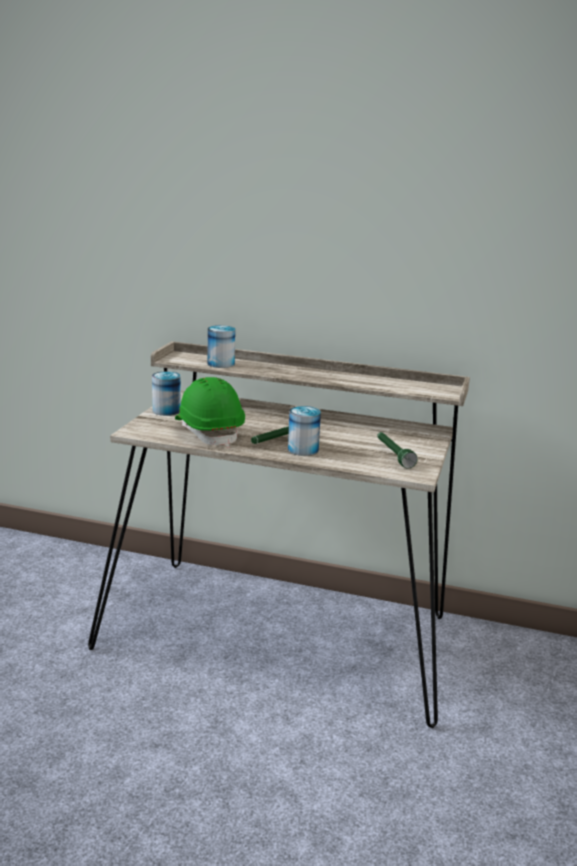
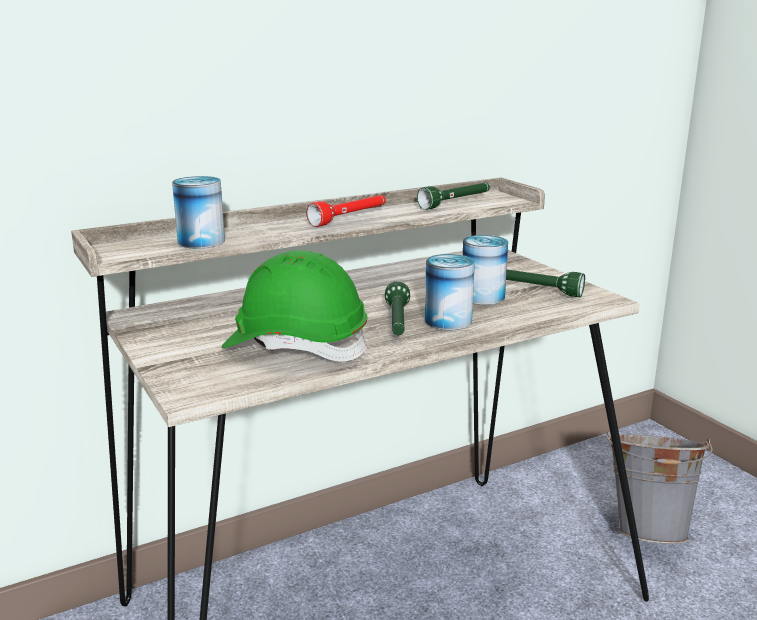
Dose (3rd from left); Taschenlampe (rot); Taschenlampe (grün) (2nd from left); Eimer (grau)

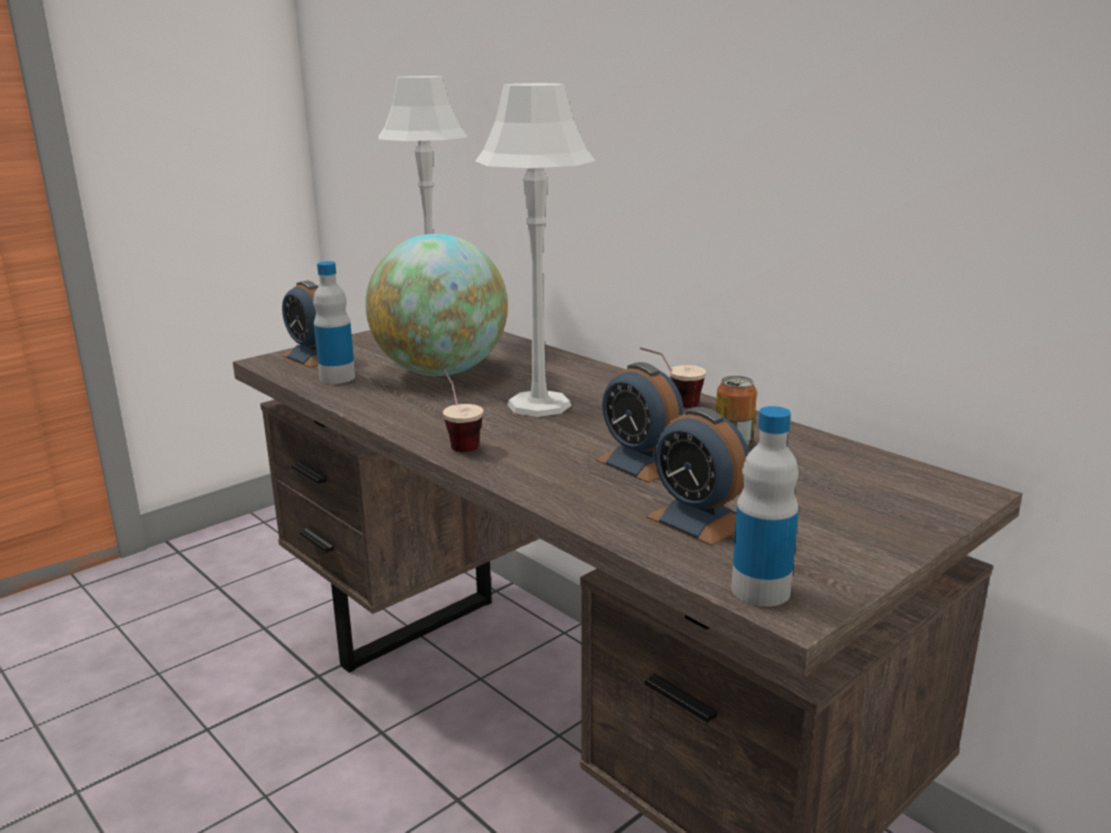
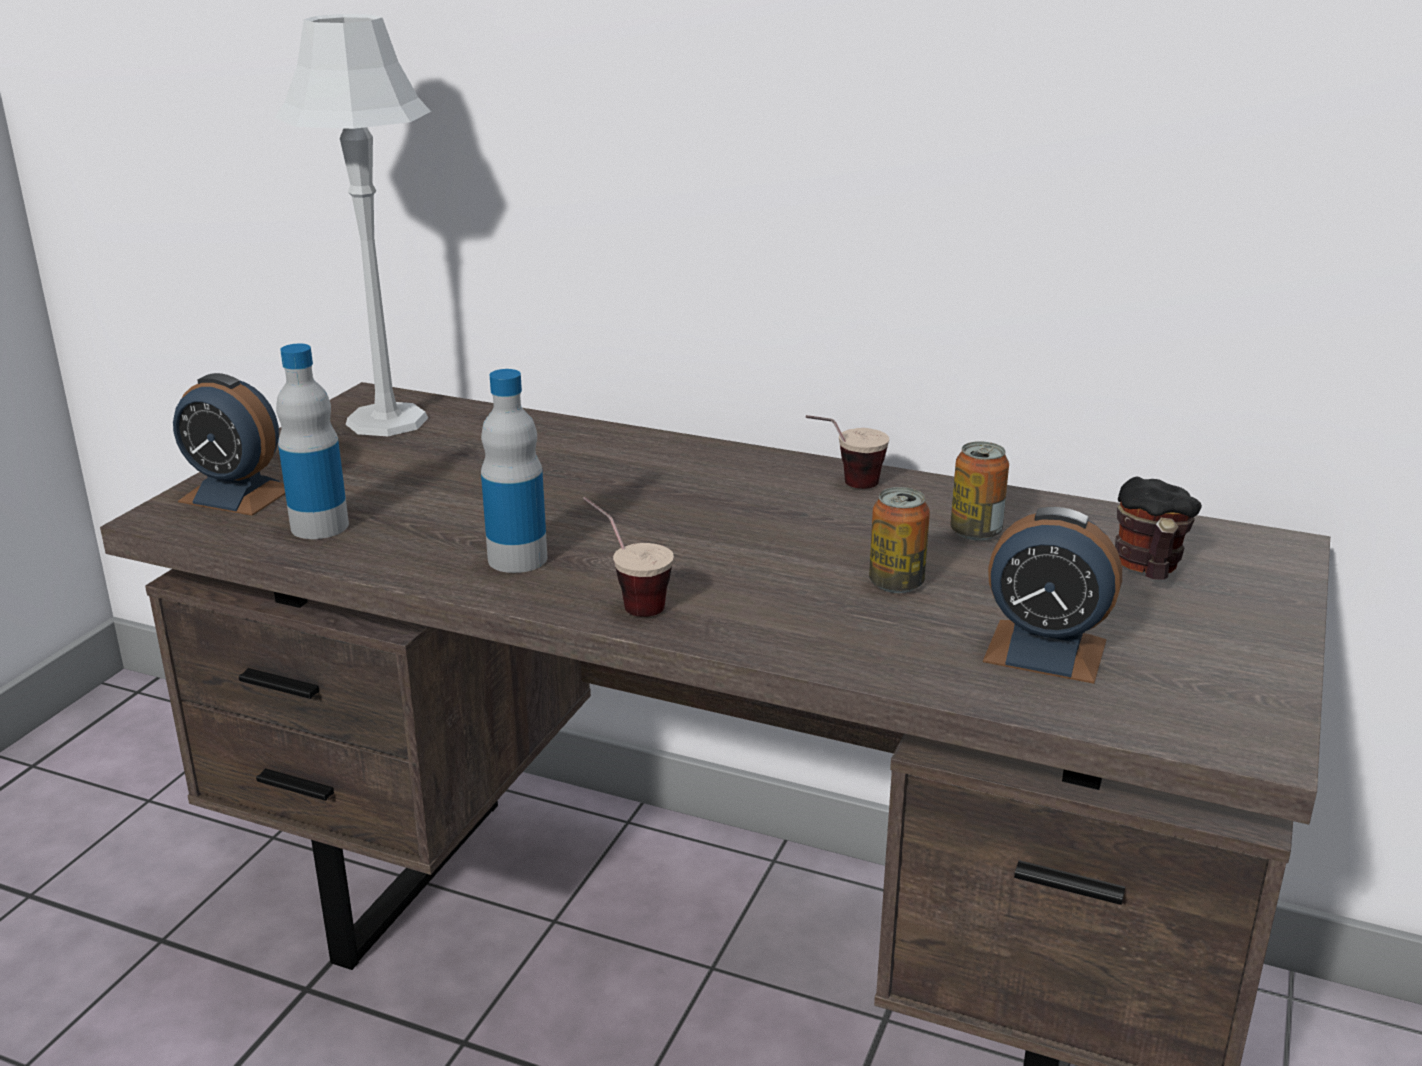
Globus; Tischlampe (grau) (2nd from left in the first image); Dose (1st from left); Flasche (2nd from left); Henkelbecher

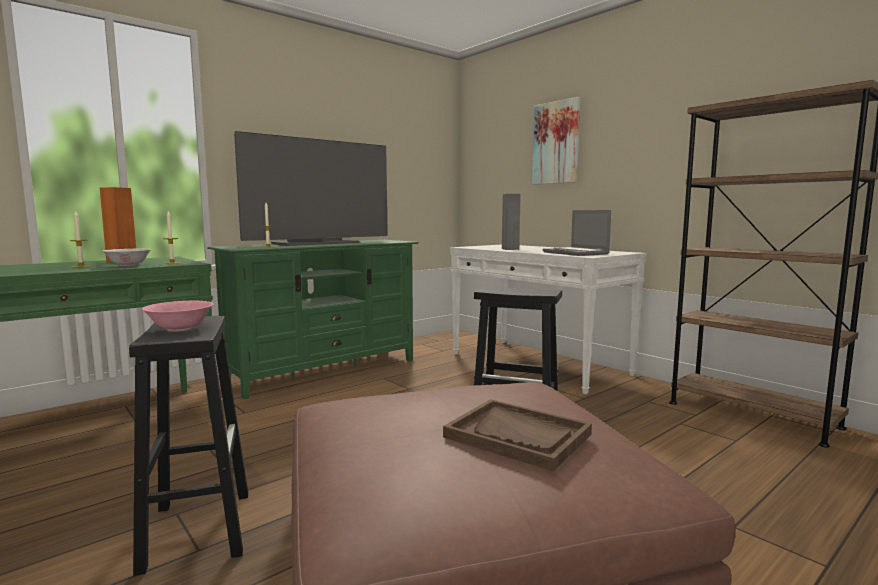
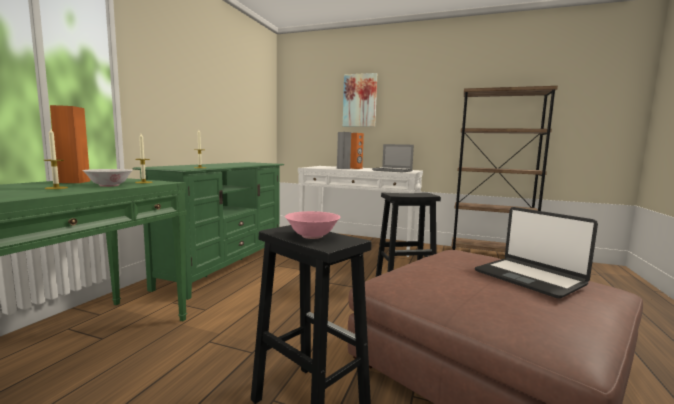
Fernseher; Laptop (2nd from left); Lautsprecher (orange) (2nd from left)

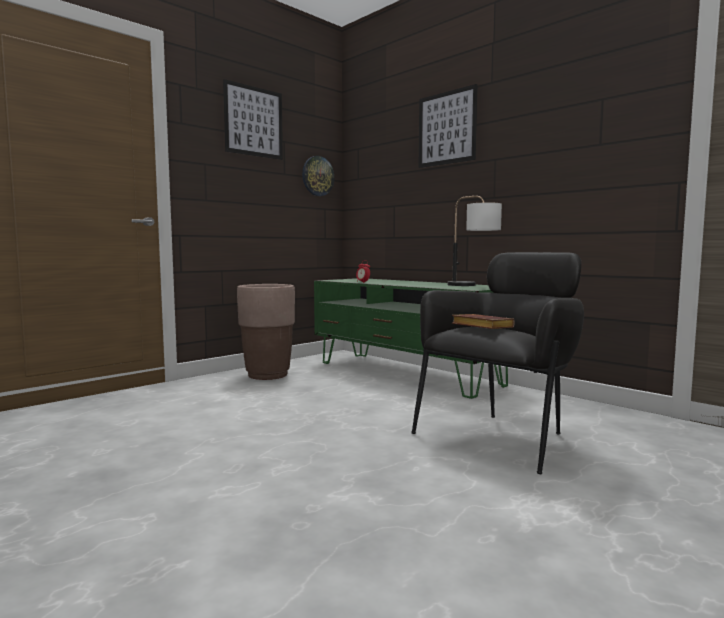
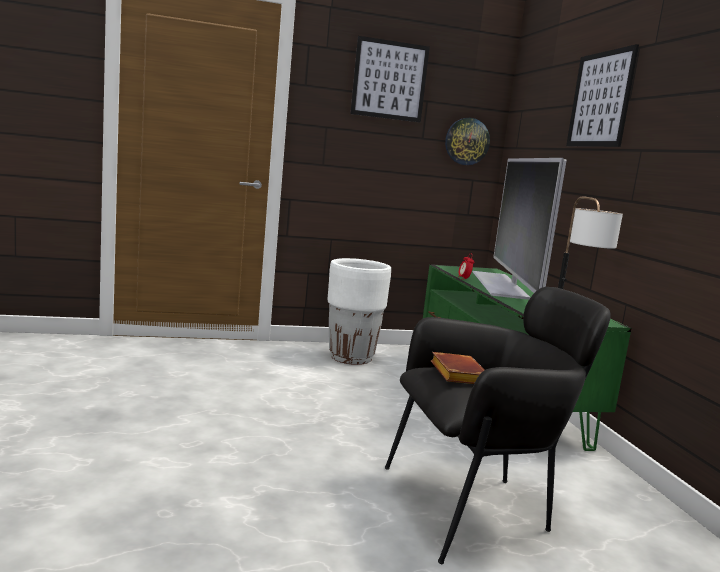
Pflanzkübel (weiß); Fernseher

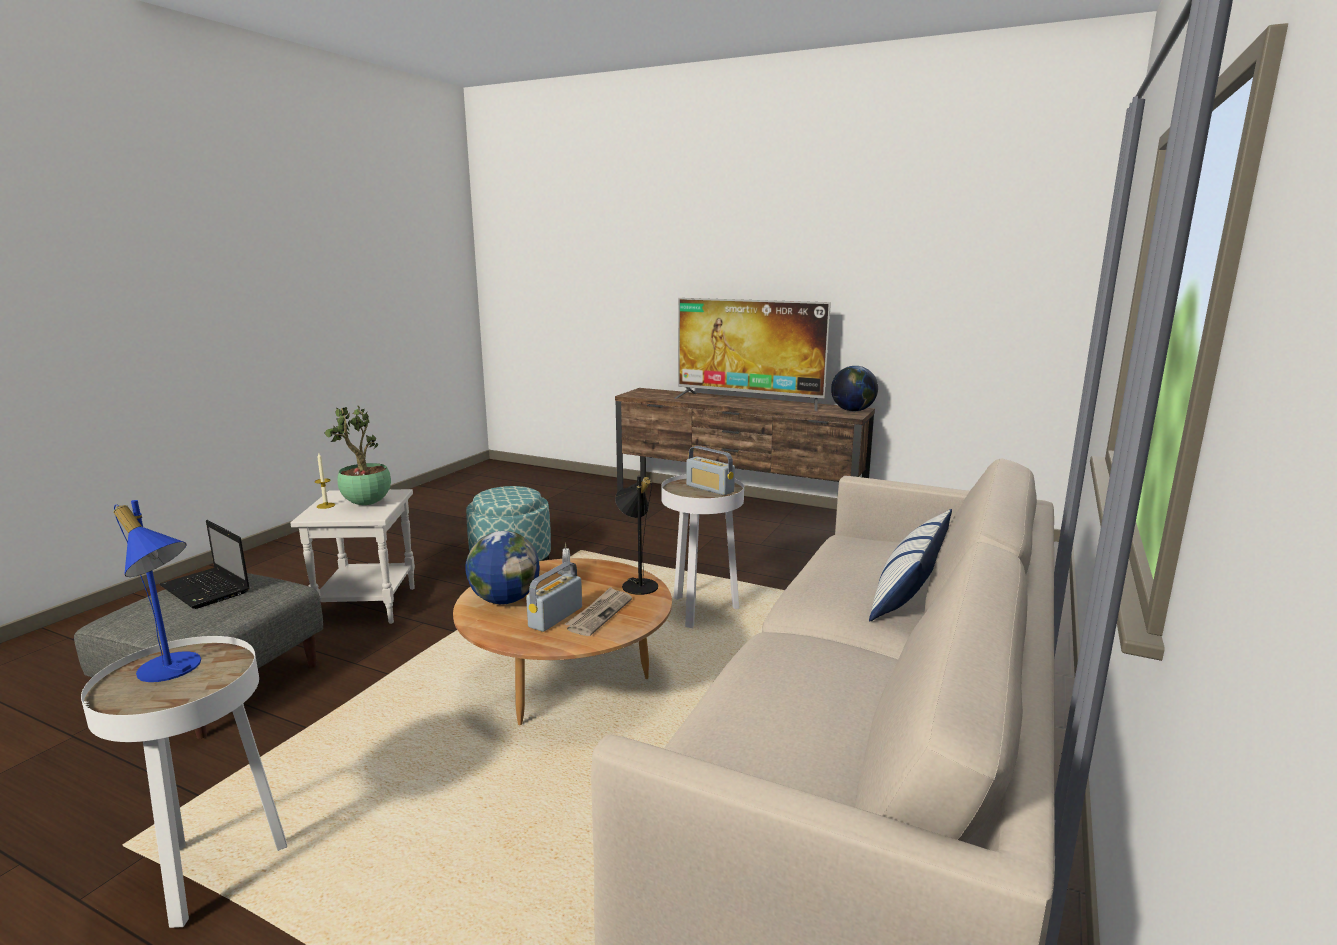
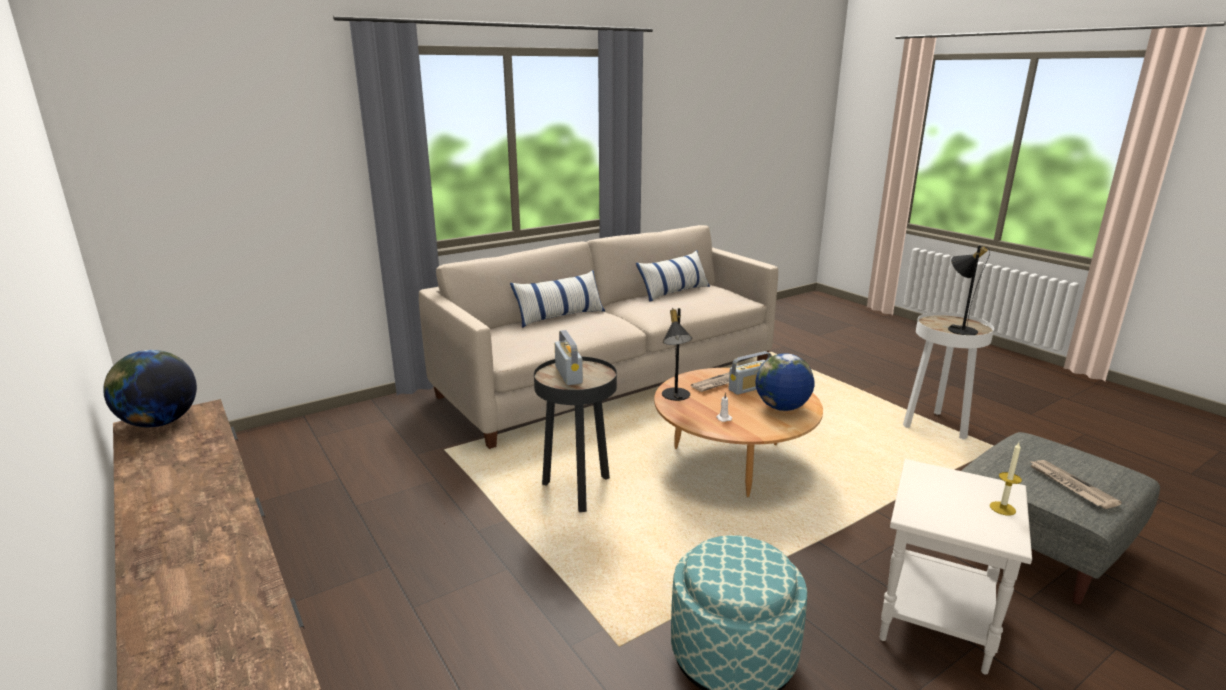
Tischlampe (schwarz) (2nd from left); Zeitung (2nd from left); Topfpflanze; Beistelltisch (schwarz); Fernseher; Kissen (2nd from left)

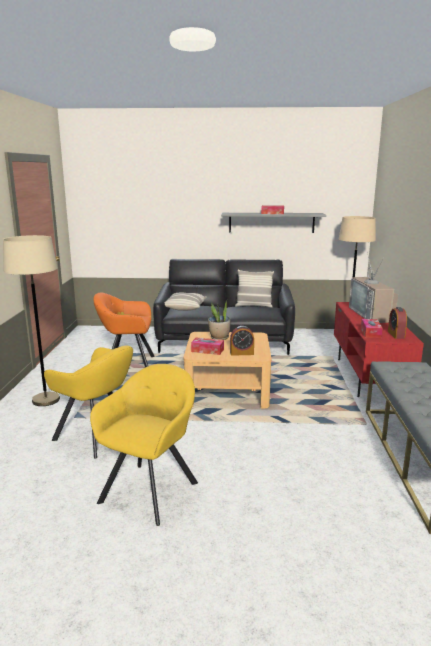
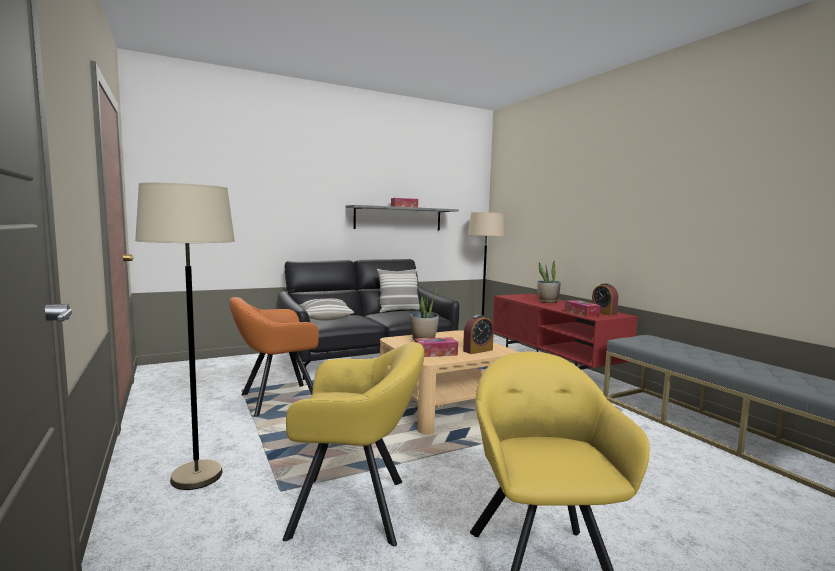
Topfpflanze (2nd from left)

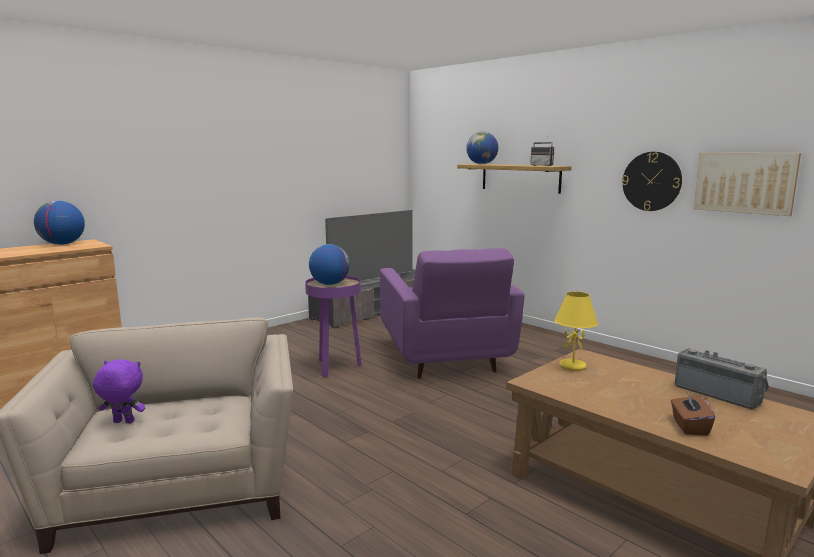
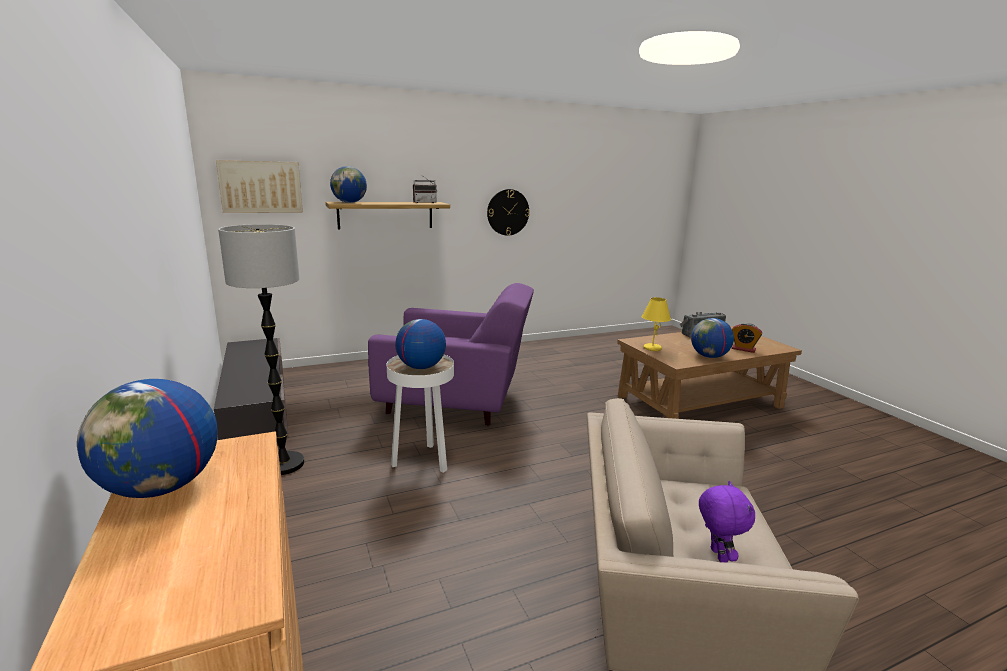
Plüschtier (lila); Beistelltisch (weiß); Fernseher; Wecker; Bild; Stehlampe; Globus (4th from left)

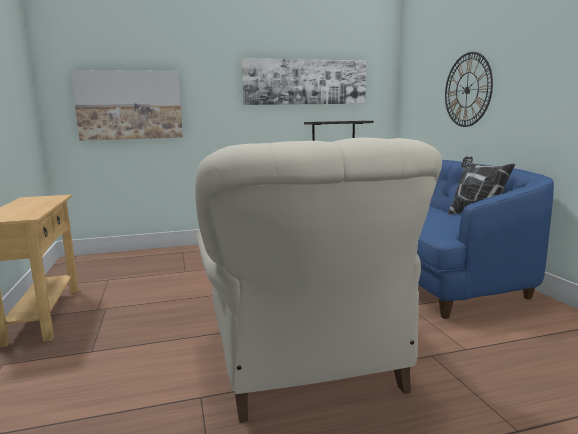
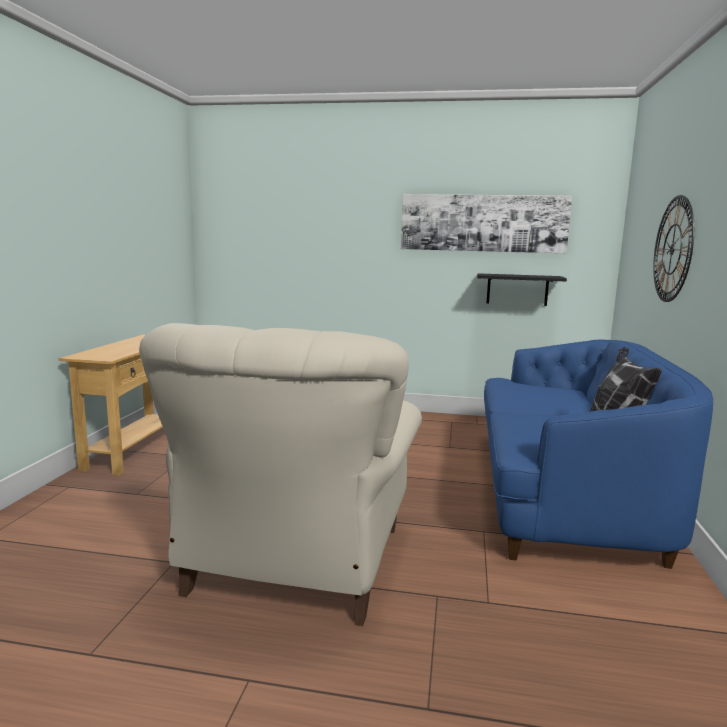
Bild (1st from left in the first image)

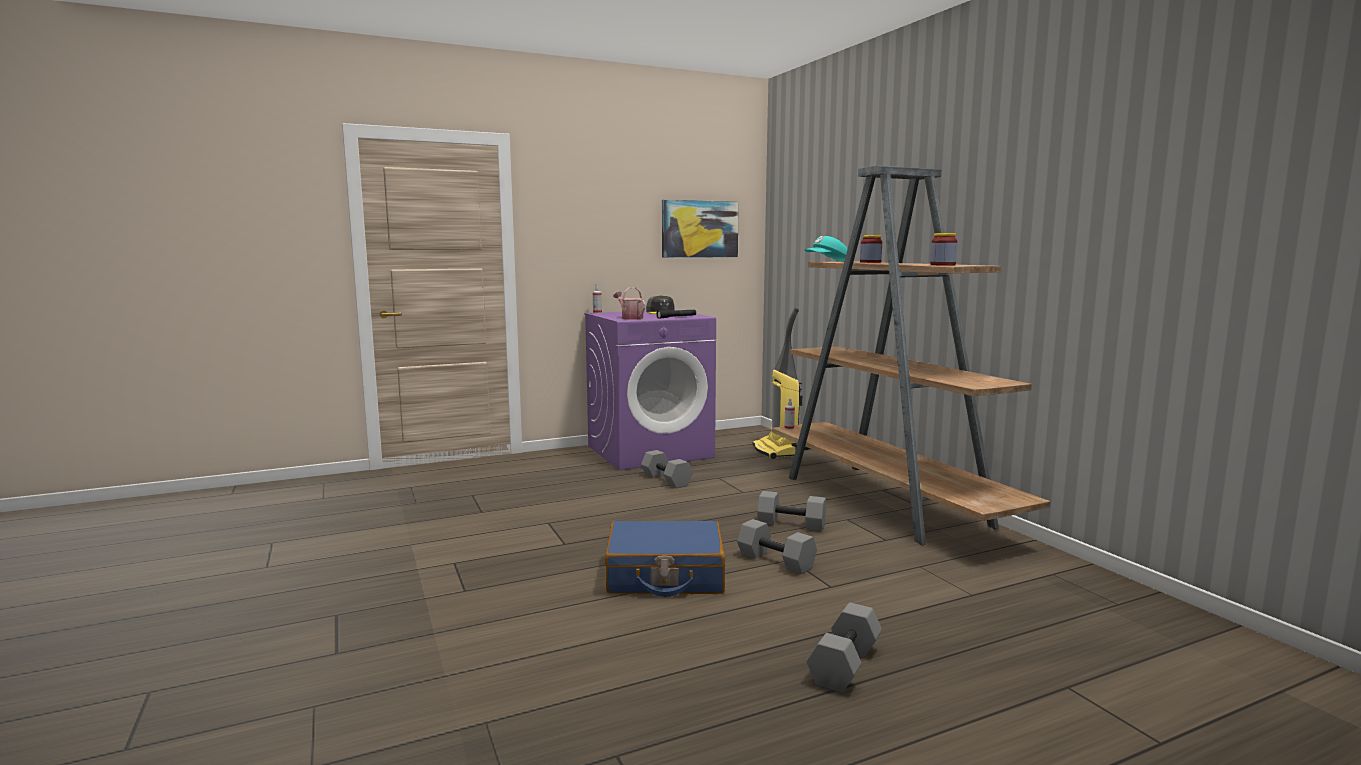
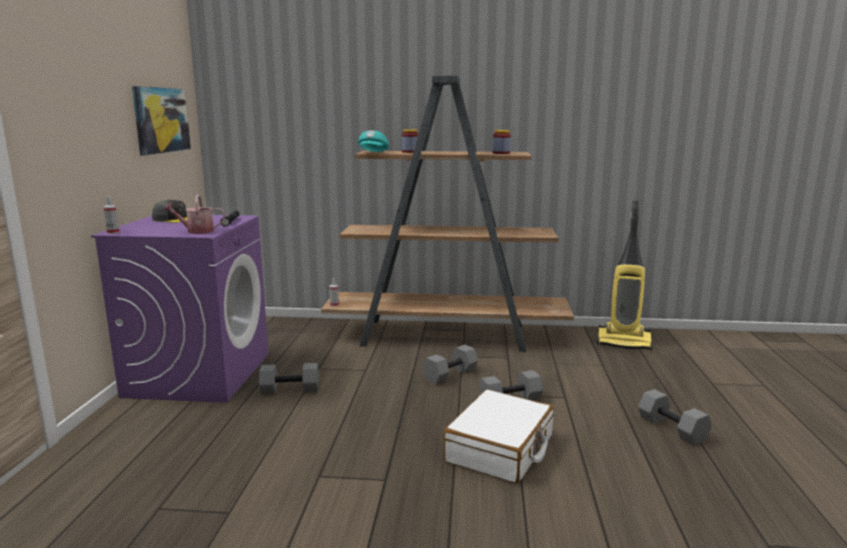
Koffer (weiß); Staubsauger

